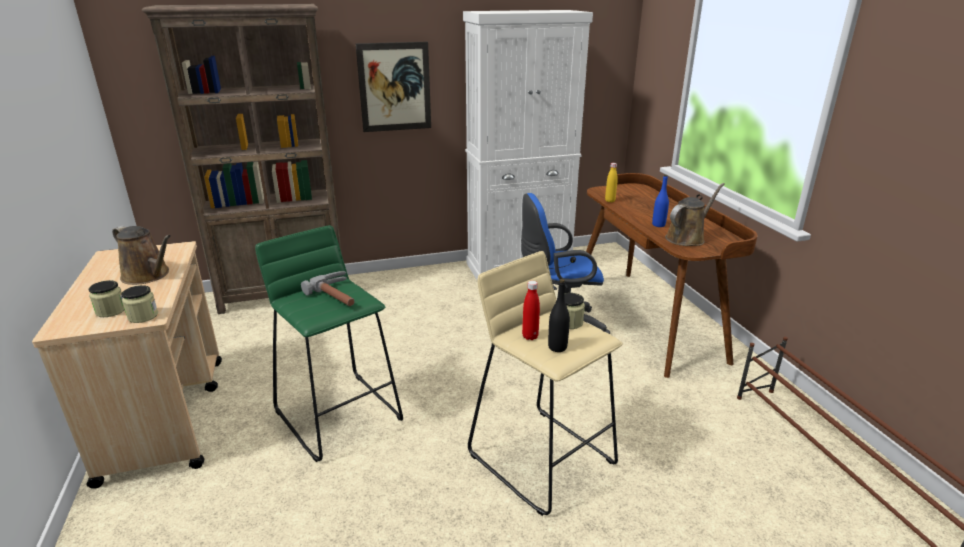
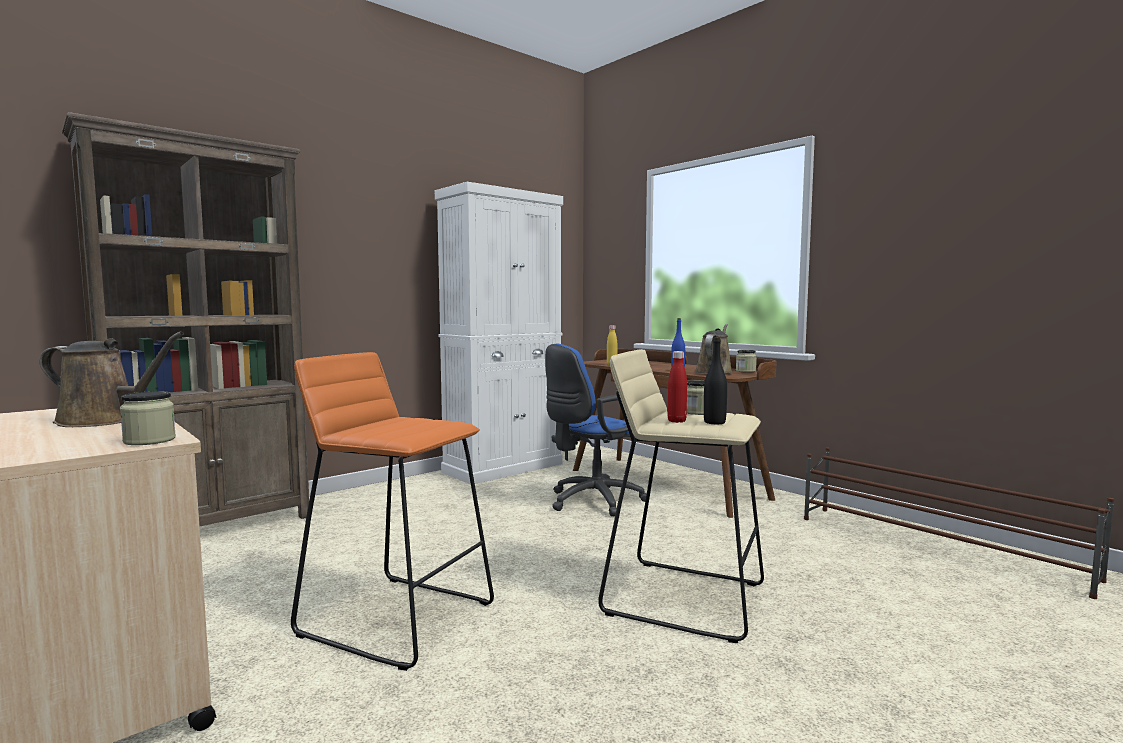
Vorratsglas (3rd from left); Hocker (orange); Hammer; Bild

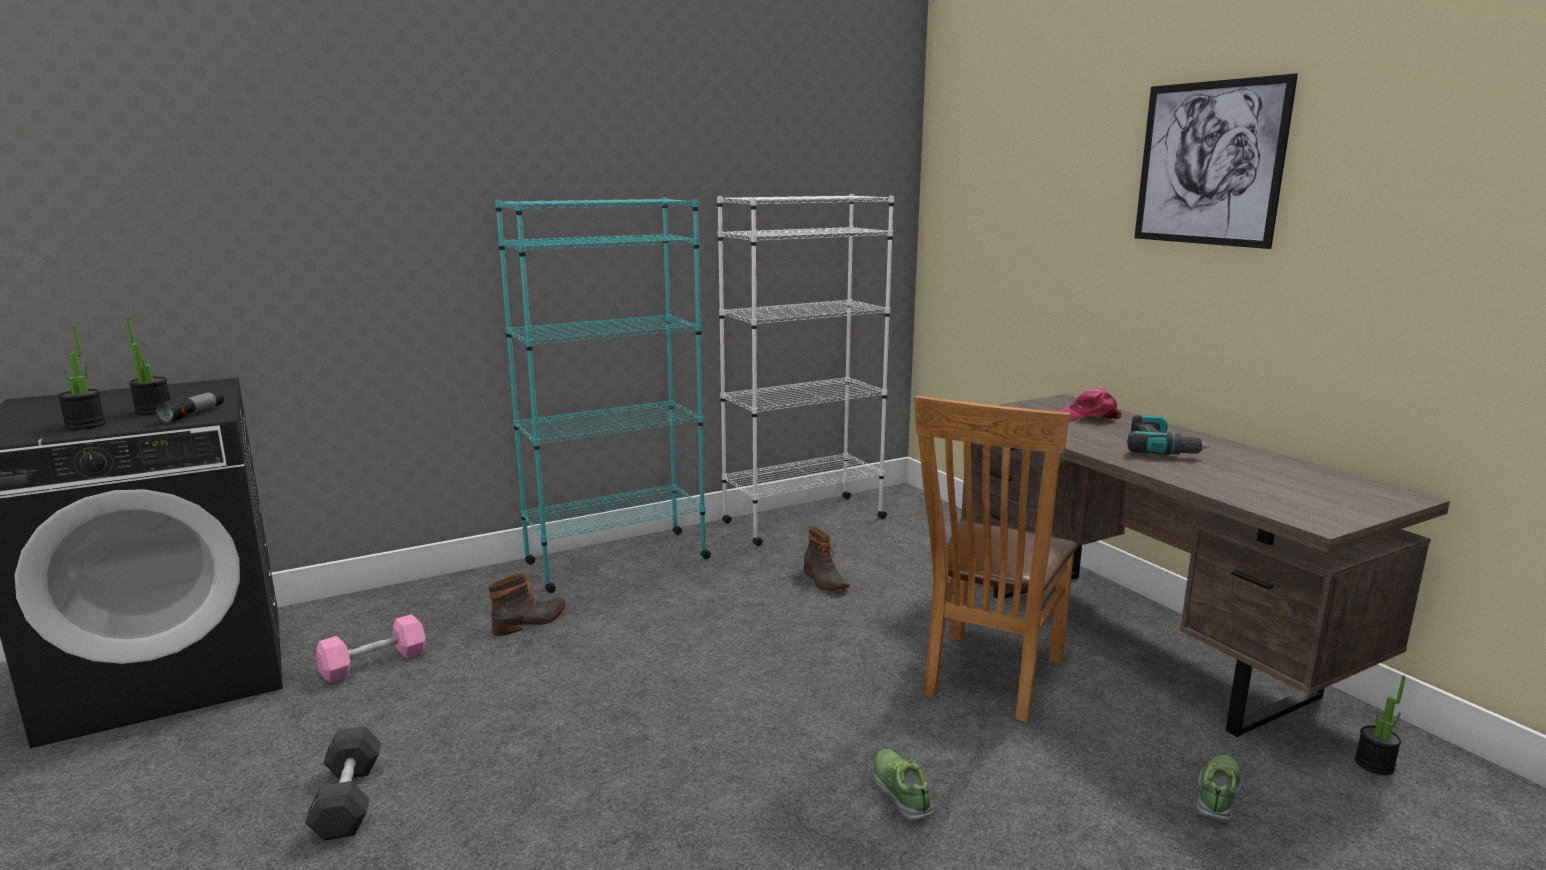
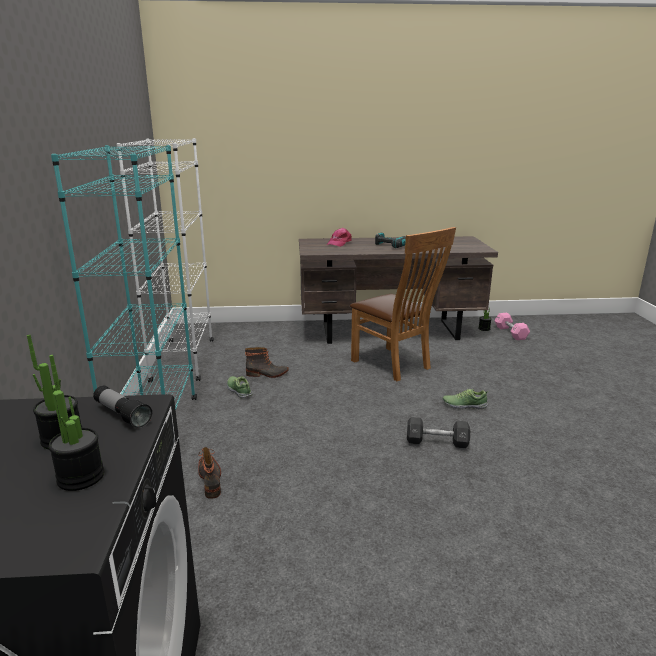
Hantel (schwarz); Hantel (rosa); Bild; Schuh (1st from left)

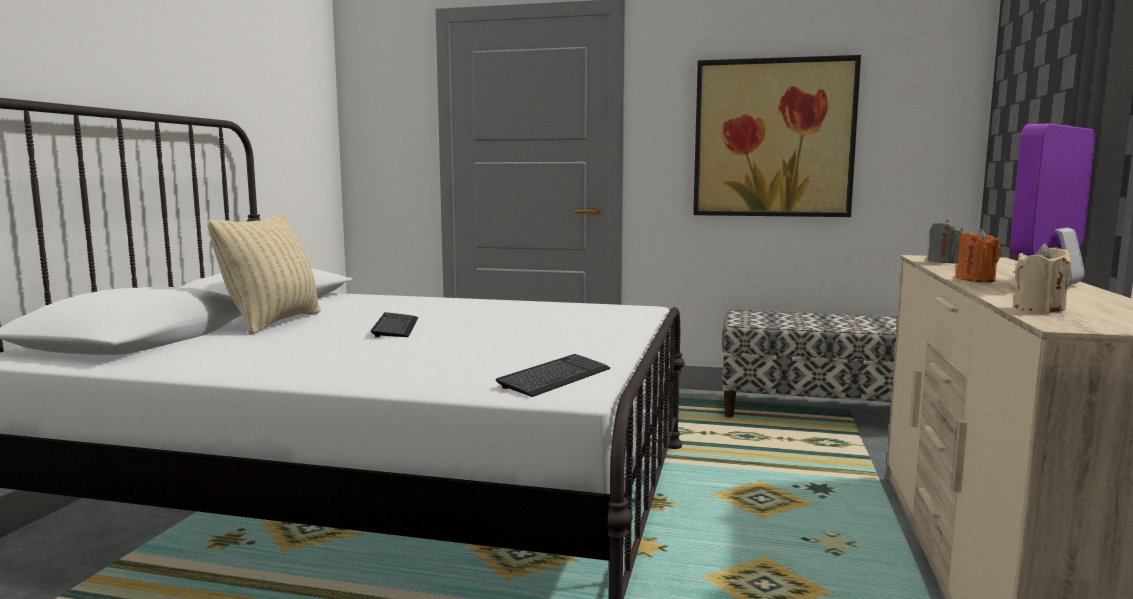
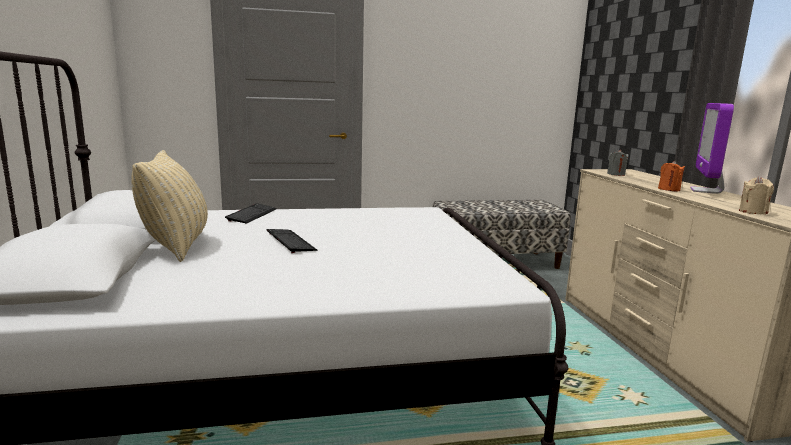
Tastatur (1st from left); Bild

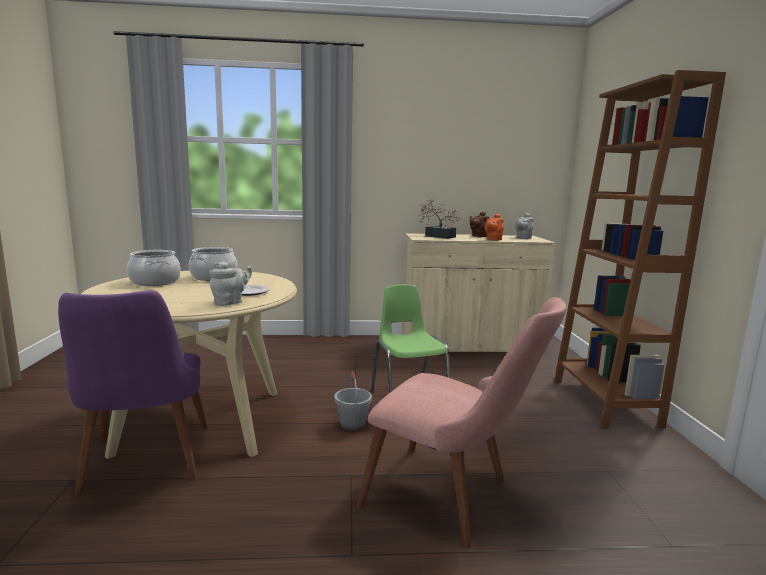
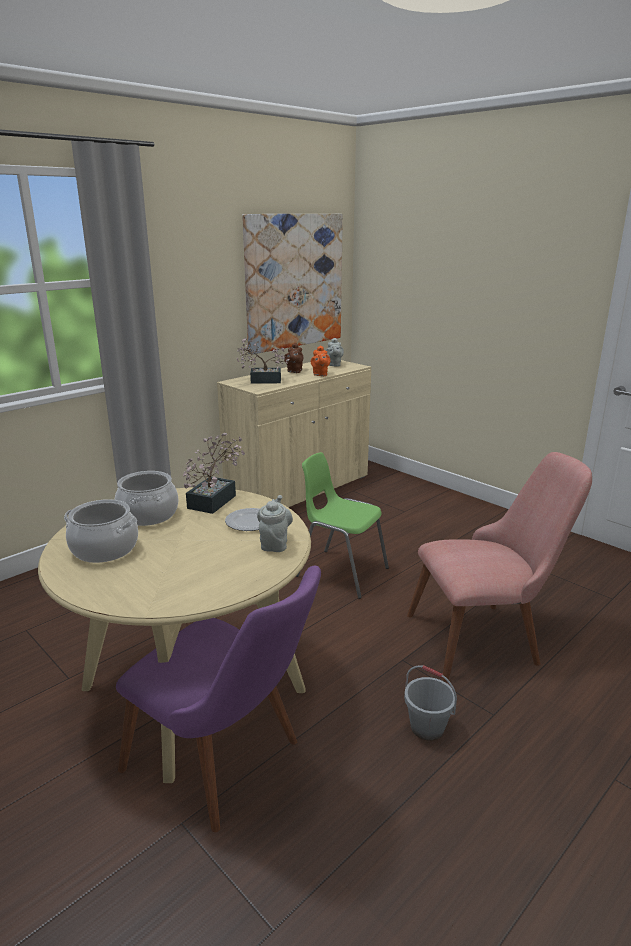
Eimer (grau); Bücherregal (braun); Topfpflanze (1st from left); Bild

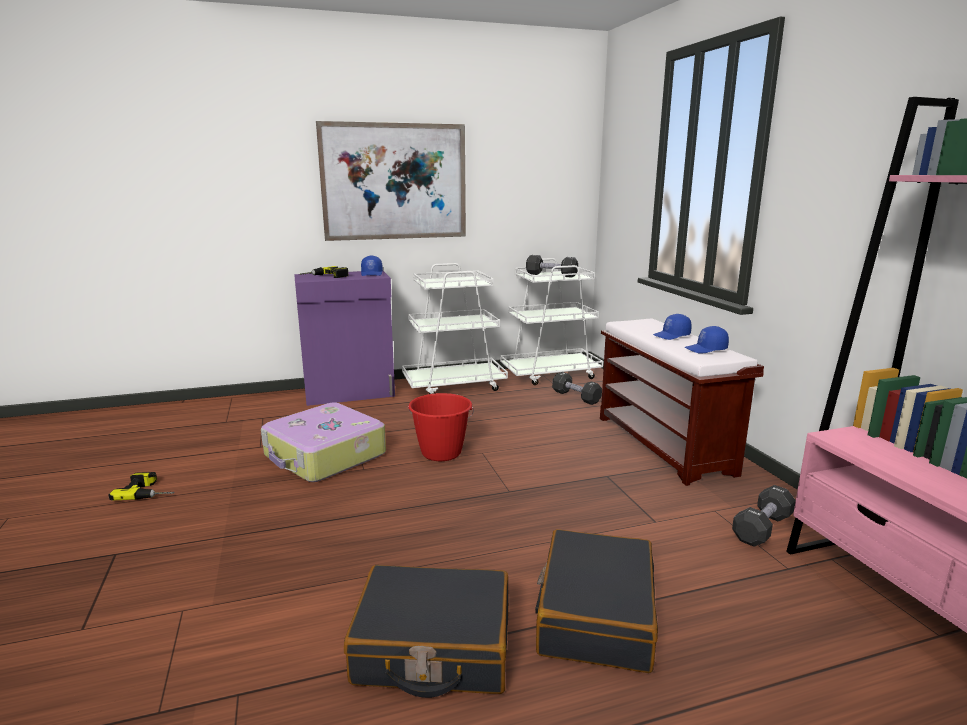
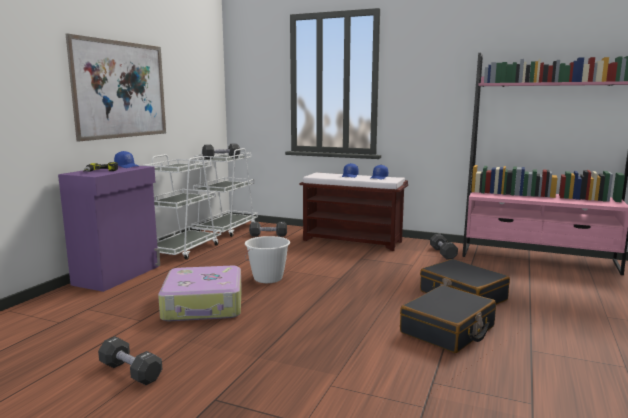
Hantel (schwarz) (1st from left); Eimer (weiß)

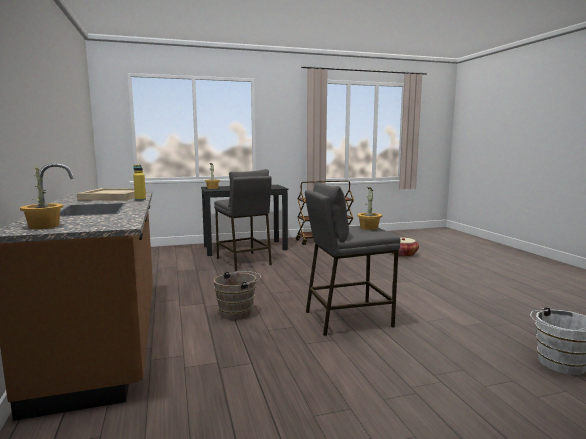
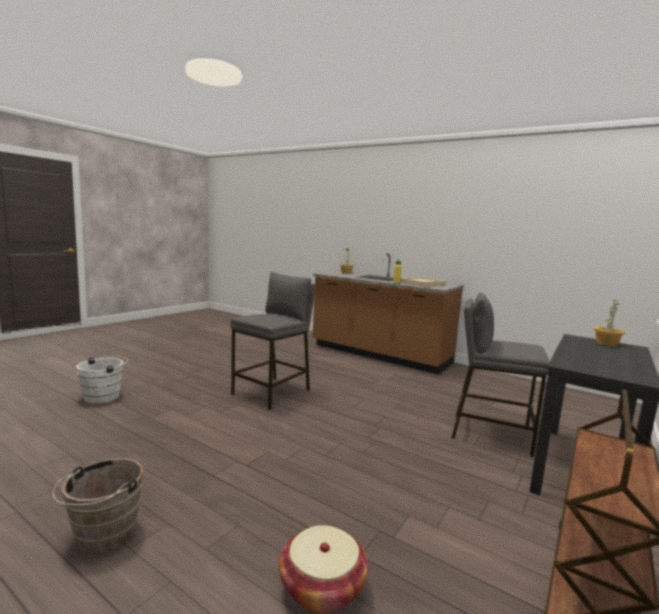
Eimer (braun); Topfpflanze (3rd from left in the first image)

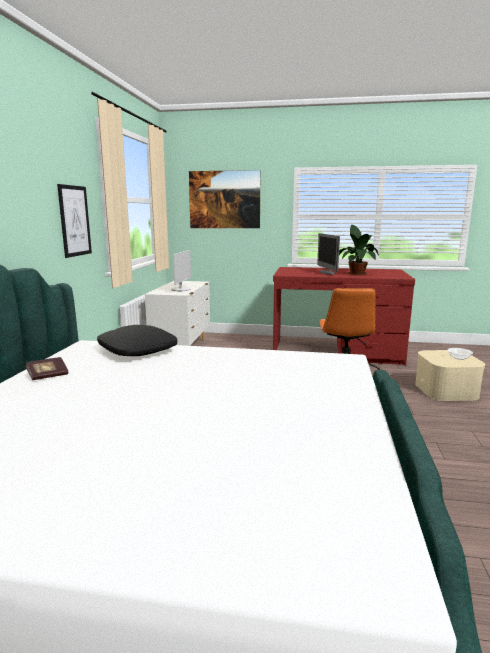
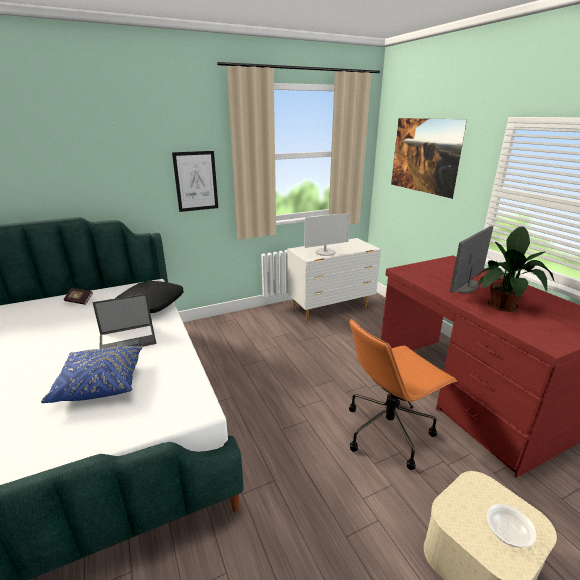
Kissen (blau); Laptop

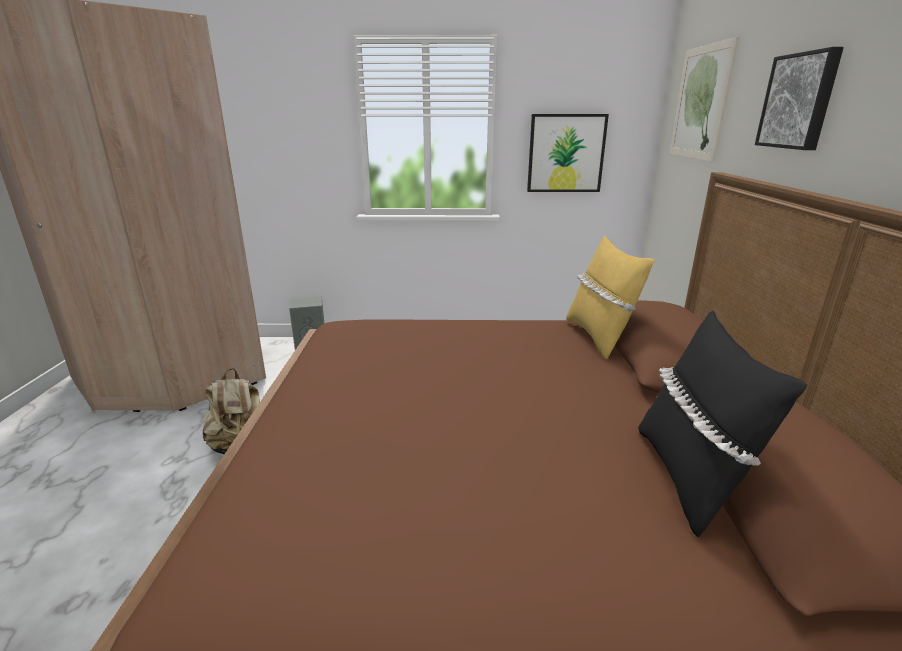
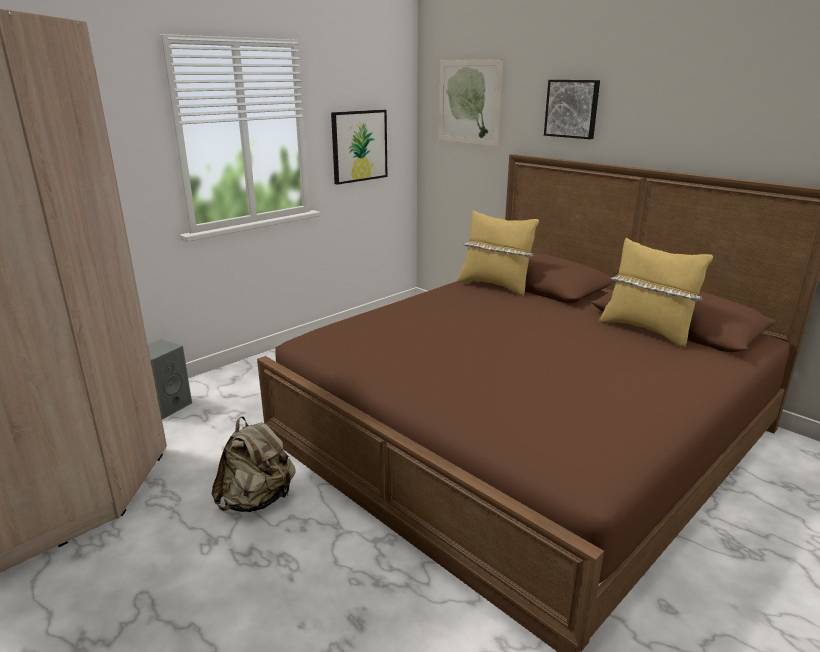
Kissen (gelb) (2nd from left)

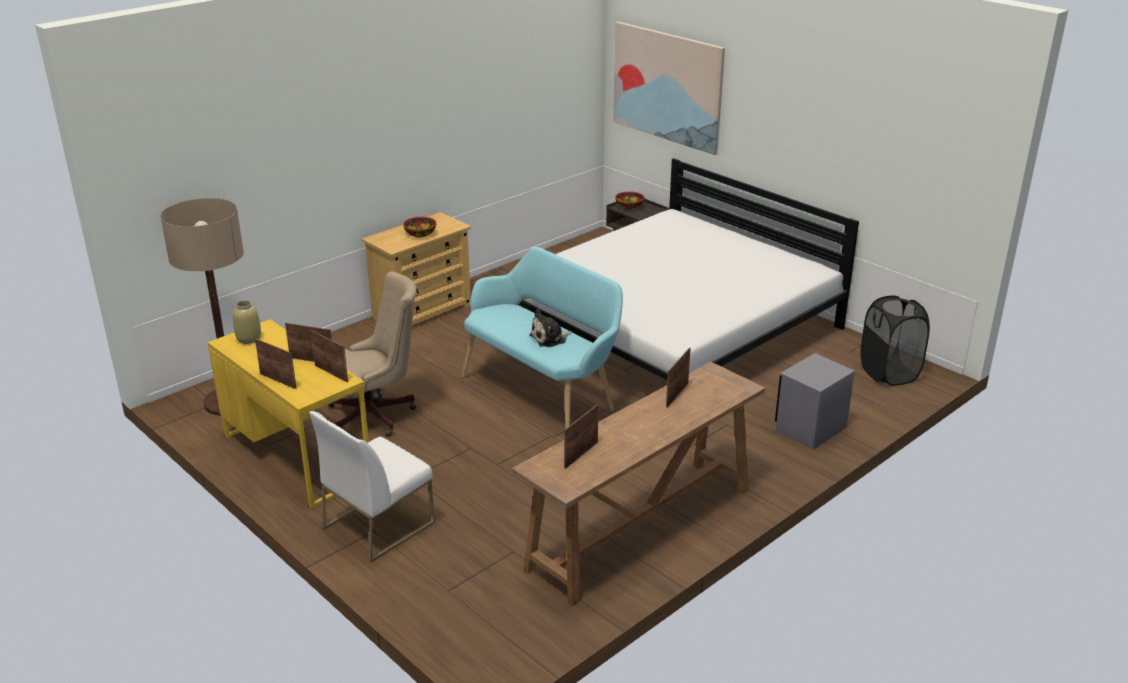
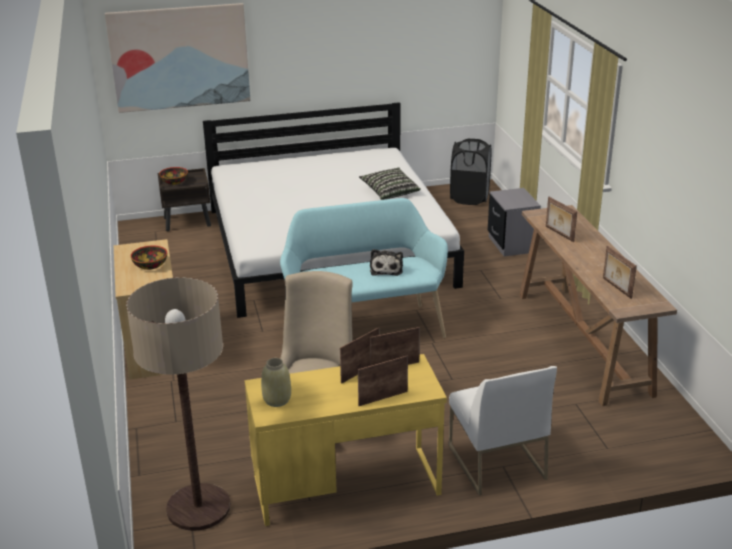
Kissen

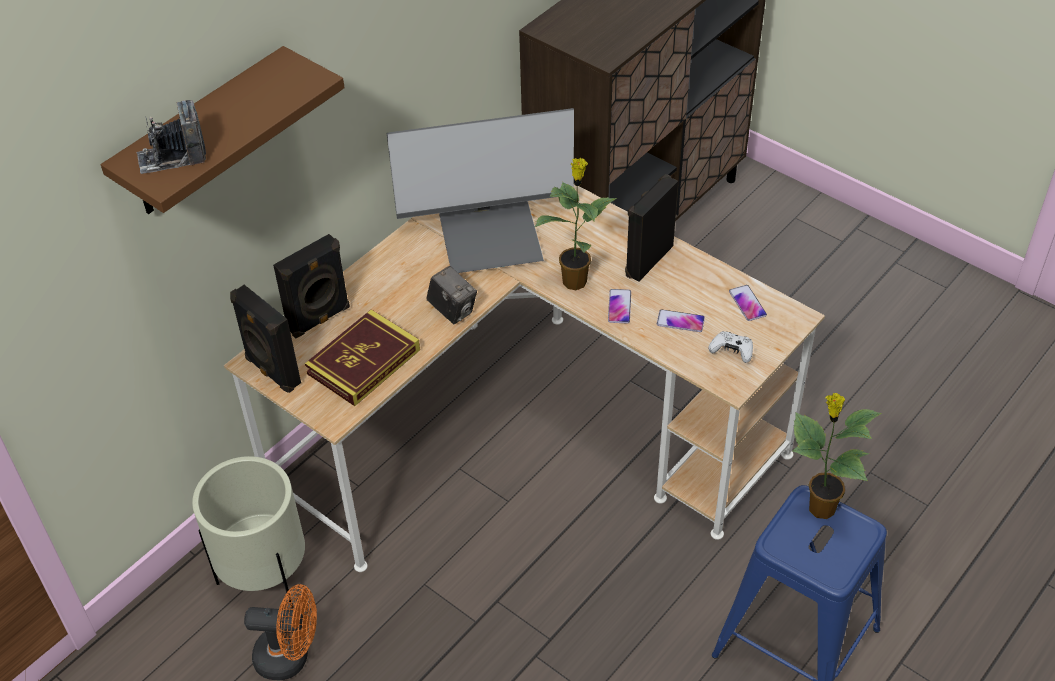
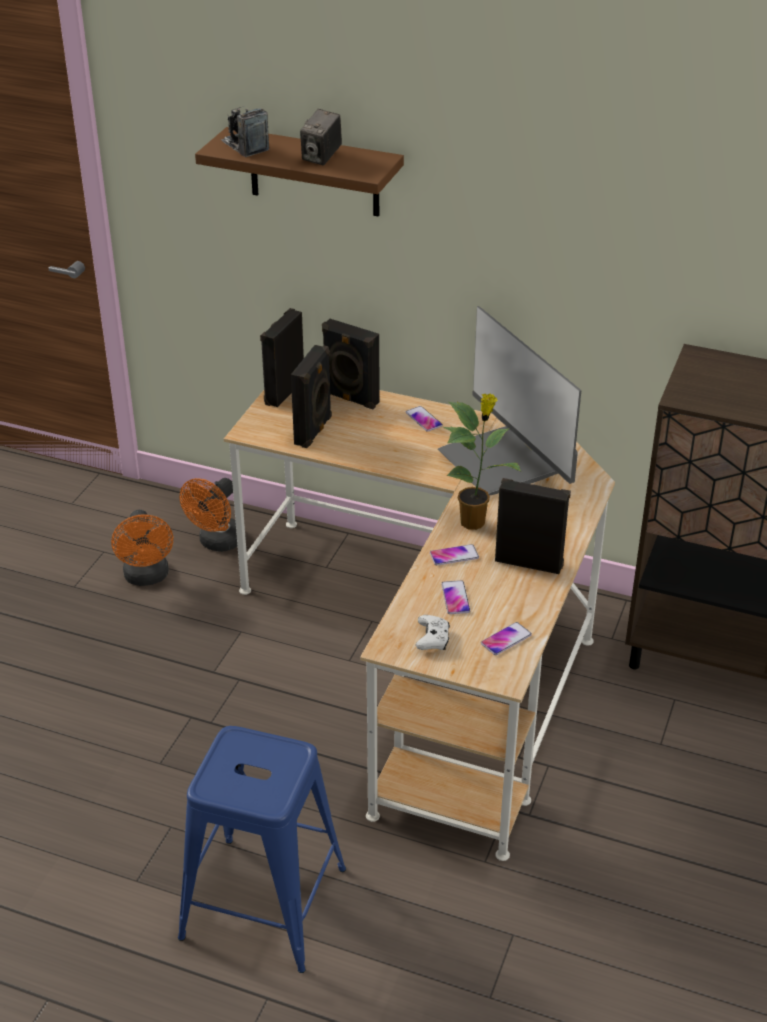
Ventilator (orange) (2nd from left); Lautsprecher (schwarz) (2nd from left); Kamera (2nd from left); Topfpflanze (2nd from left in the first image); Handy (1st from left)

